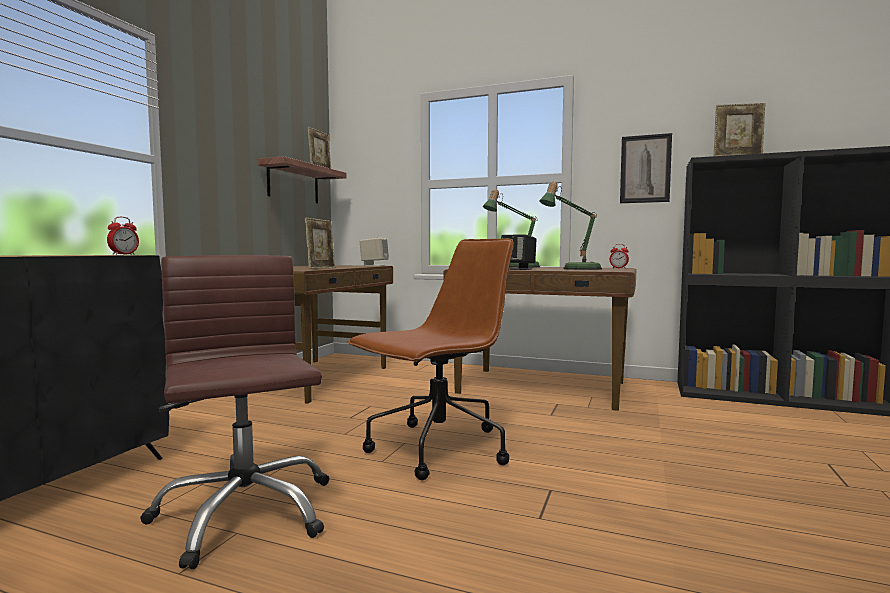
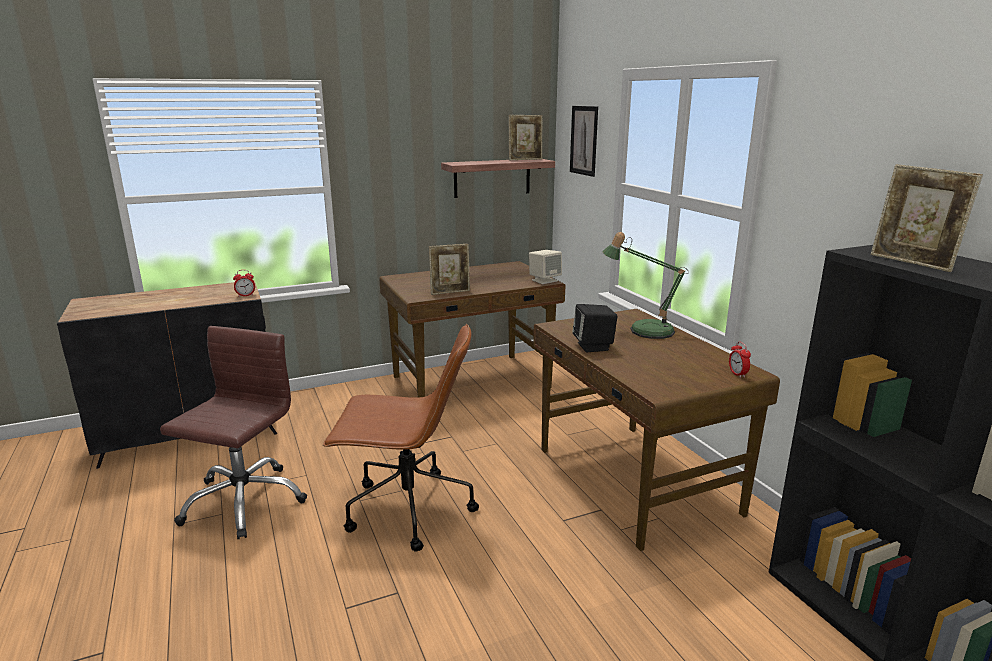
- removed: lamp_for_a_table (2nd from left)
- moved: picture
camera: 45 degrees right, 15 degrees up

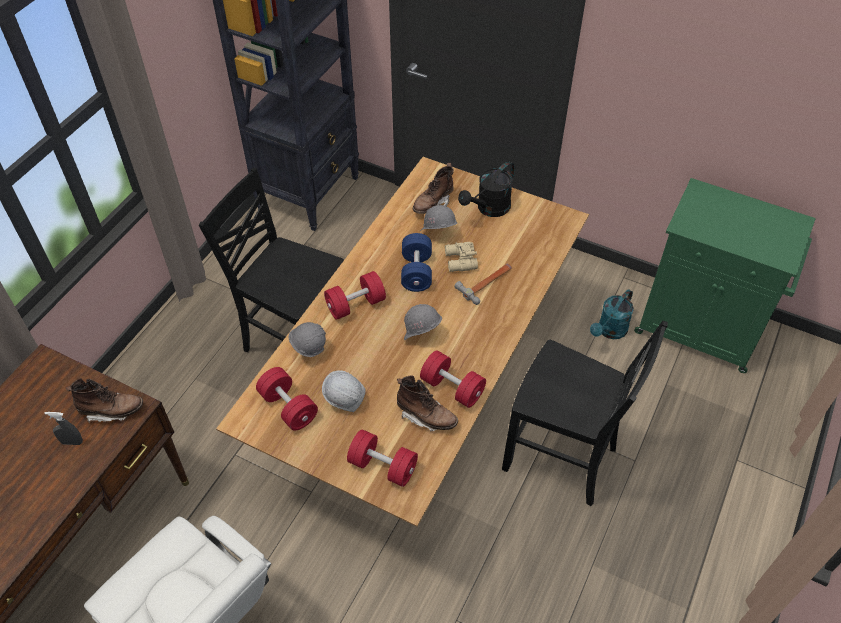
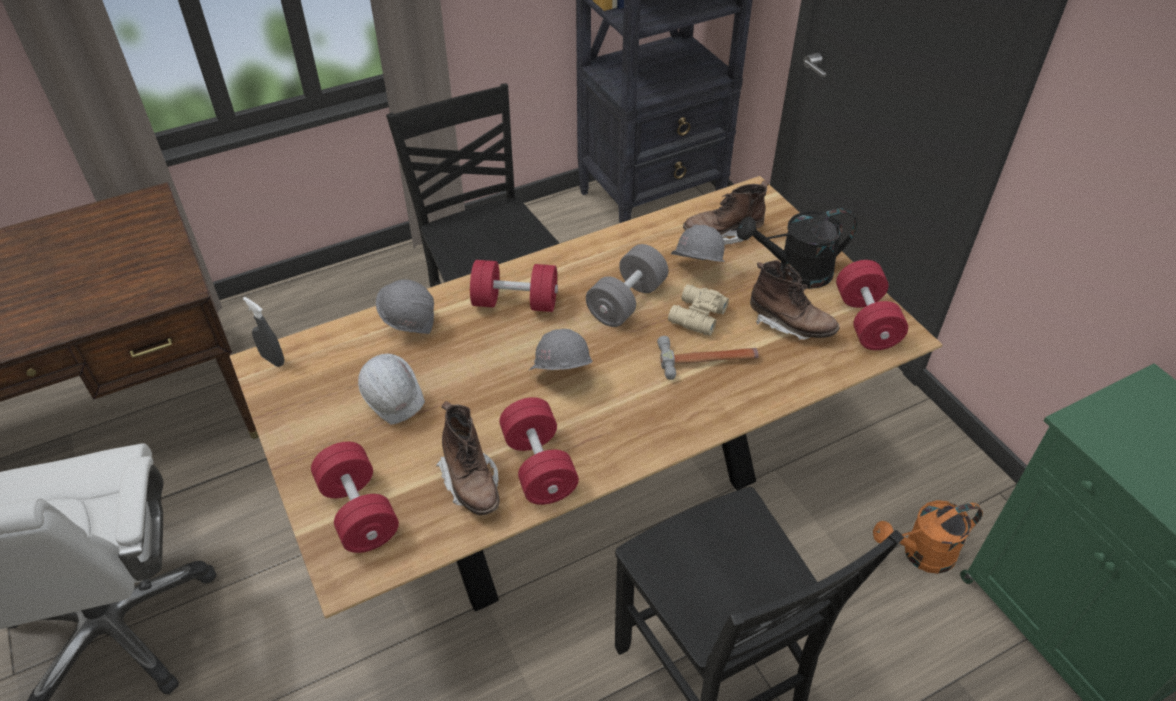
- moved: greyish_spray_bottle
- moved: brown_boot (1st from left in the first image) to brown_boot (3rd from left)
- moved: reddish_free_weight (1st from left in the first image) to reddish_free_weight (4th from left)
- recoloured: blue_free_weight to greyish_free_weight
- recoloured: turquoise-coloured_sprinkling_can to orange_sprinkling_can
camera: 35 degrees right, 5 degrees down

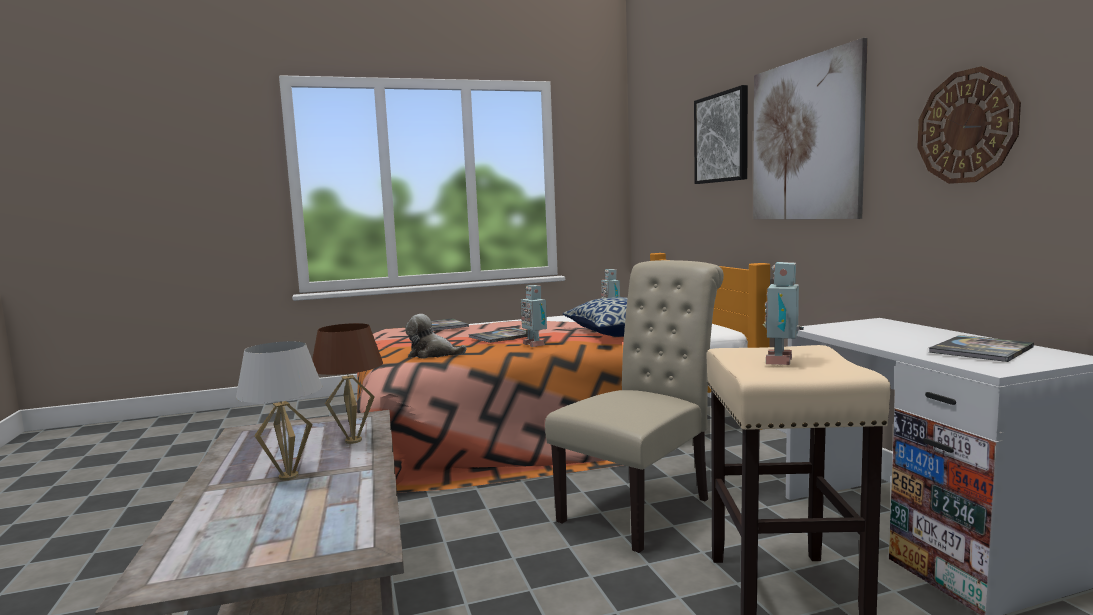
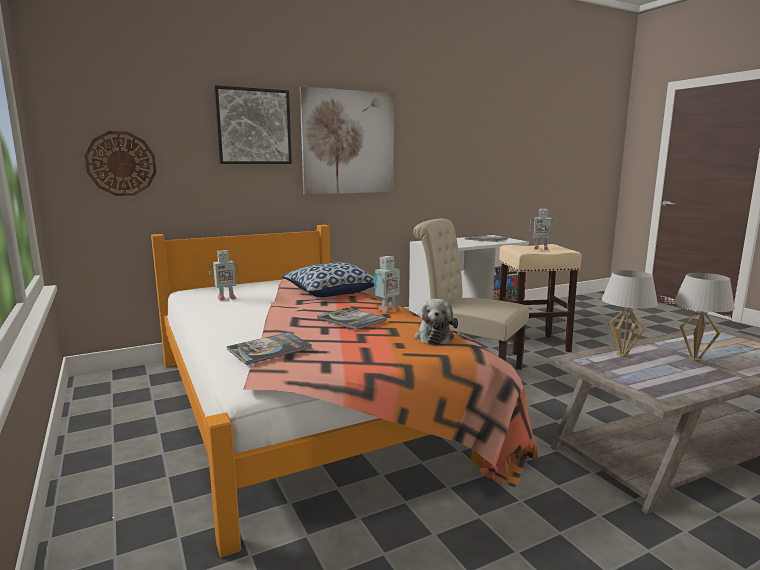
- moved: hanging_clock
- recoloured: brown_lamp_for_a_table to white_lamp_for_a_table (1st from left)
camera: 100 degrees left, 5 degrees up

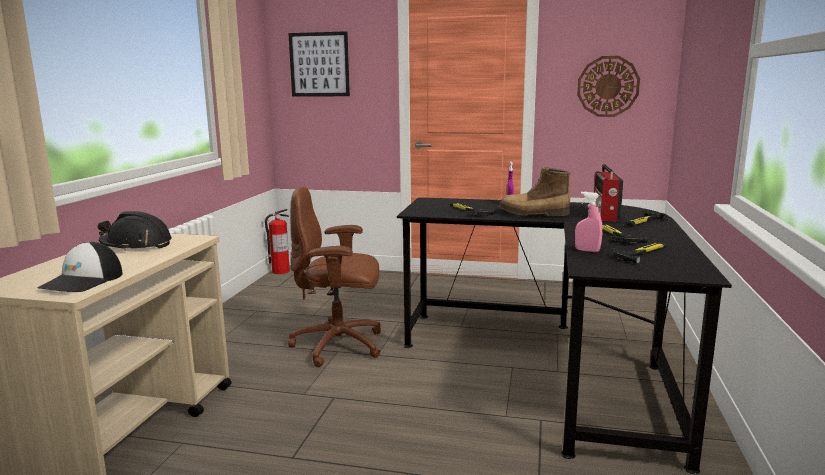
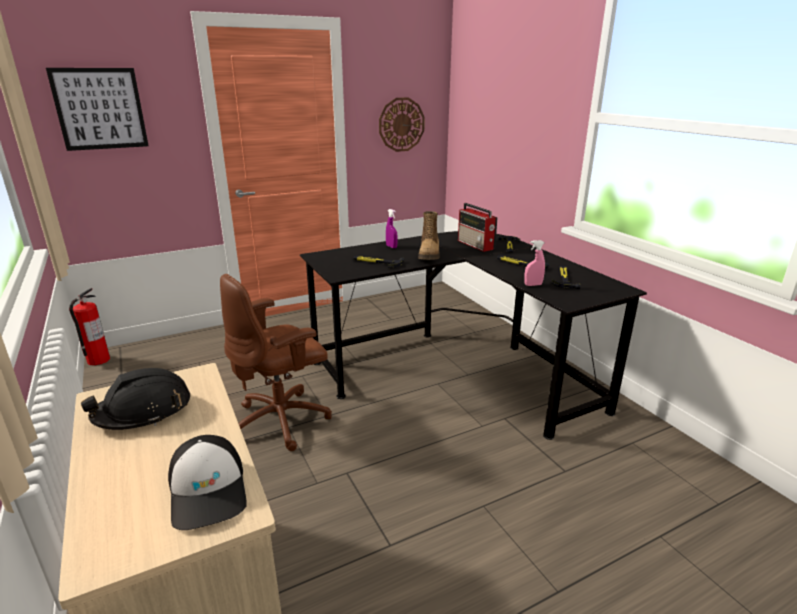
- turned: boot 60 degrees counterclockwise
camera: 40 degrees left, 10 degrees up

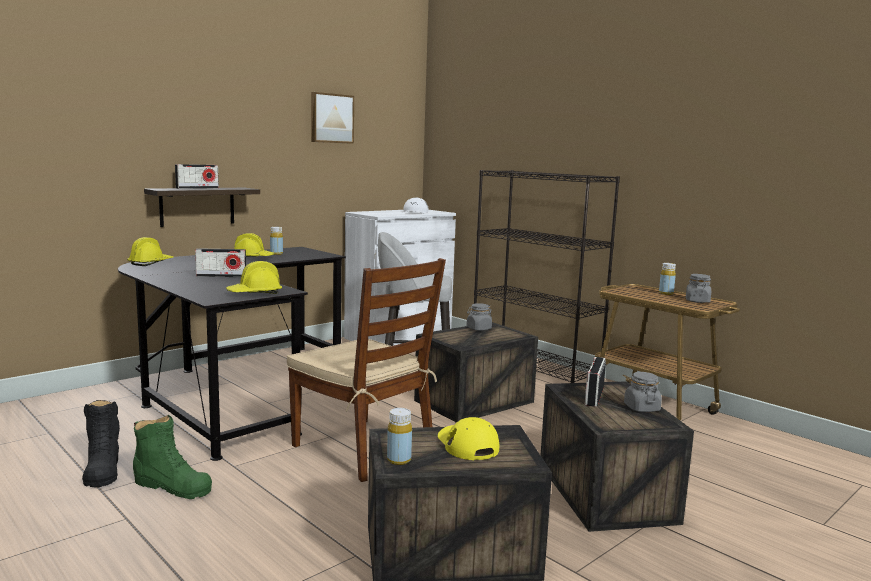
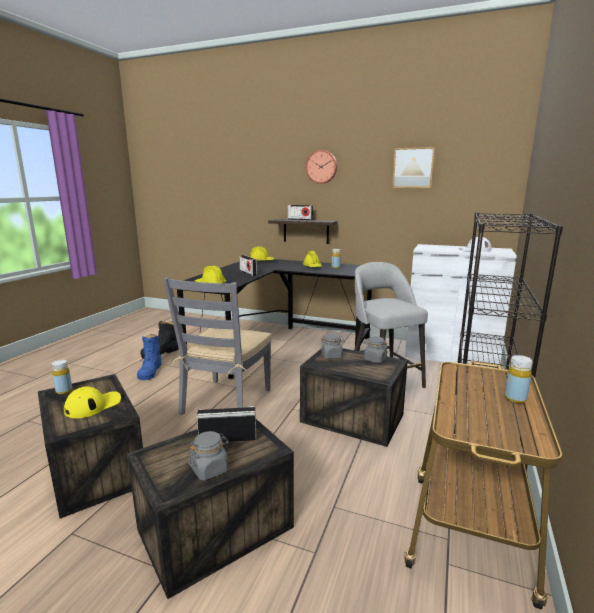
- added: hanging_clock
- moved: greyish_preserve_jar (3rd from left in the first image) to greyish_preserve_jar (2nd from left)
- recoloured: greenish_boot to blue_boot
- recoloured: brown_plain_chair to greyish_plain_chair
camera: 65 degrees right, 5 degrees up

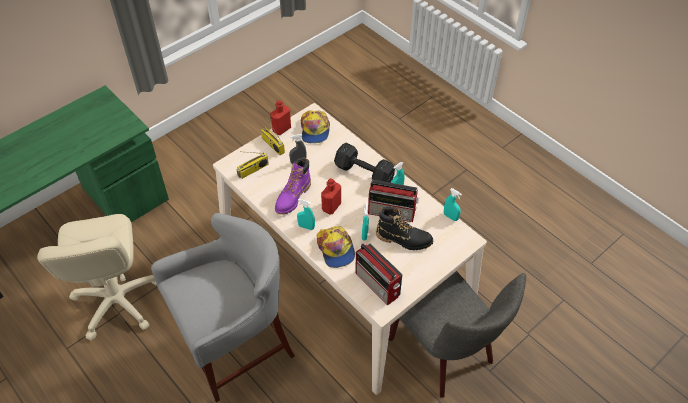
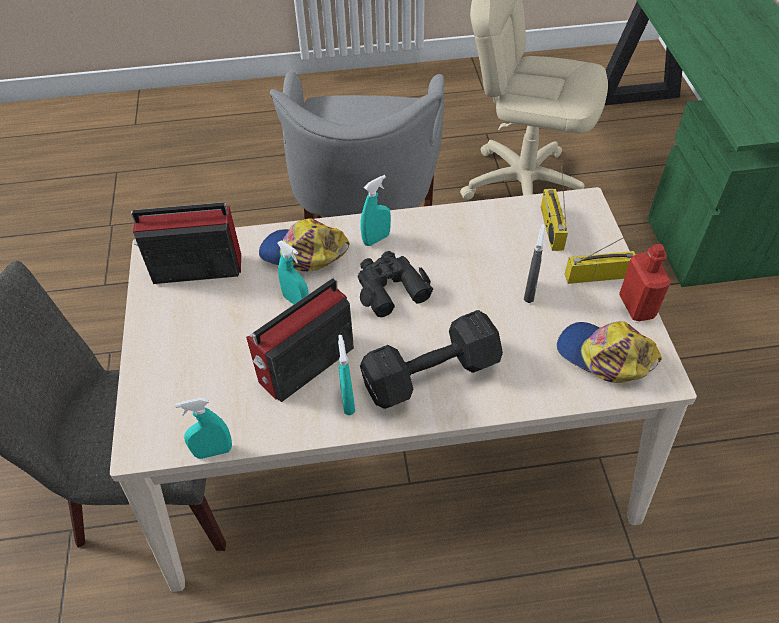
- removed: purple_boot
- removed: black-coloured_boot
- replaced: reddish_drink_bottle (2nd from left) to black-coloured_field_glasses
camera: 125 degrees right, 0 degrees up

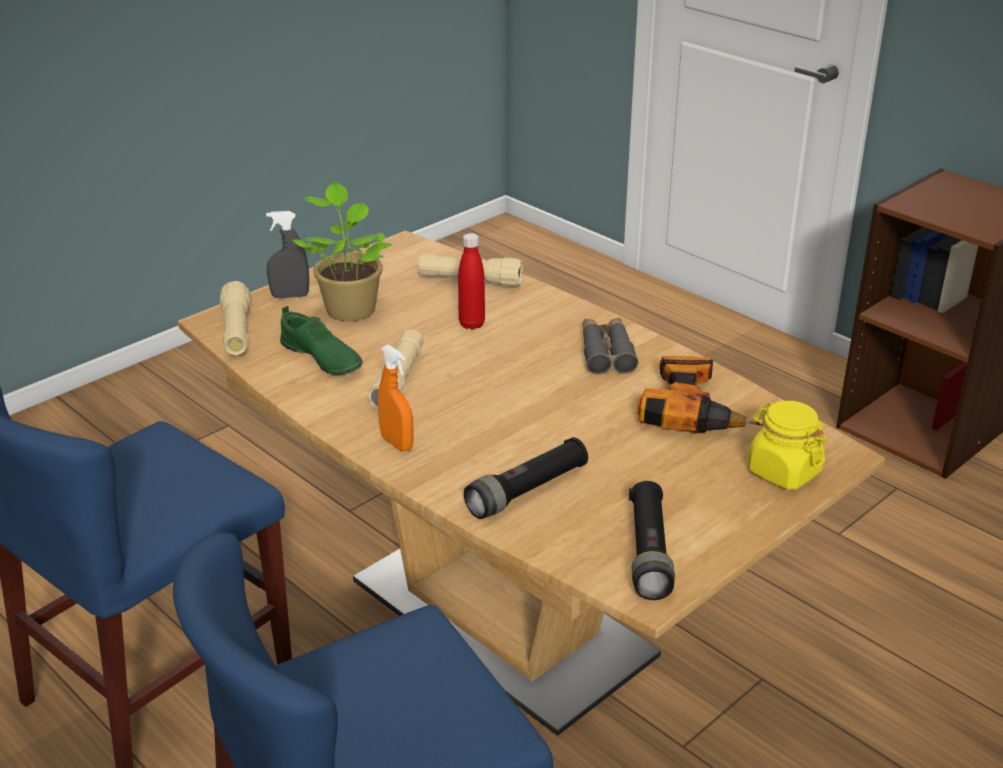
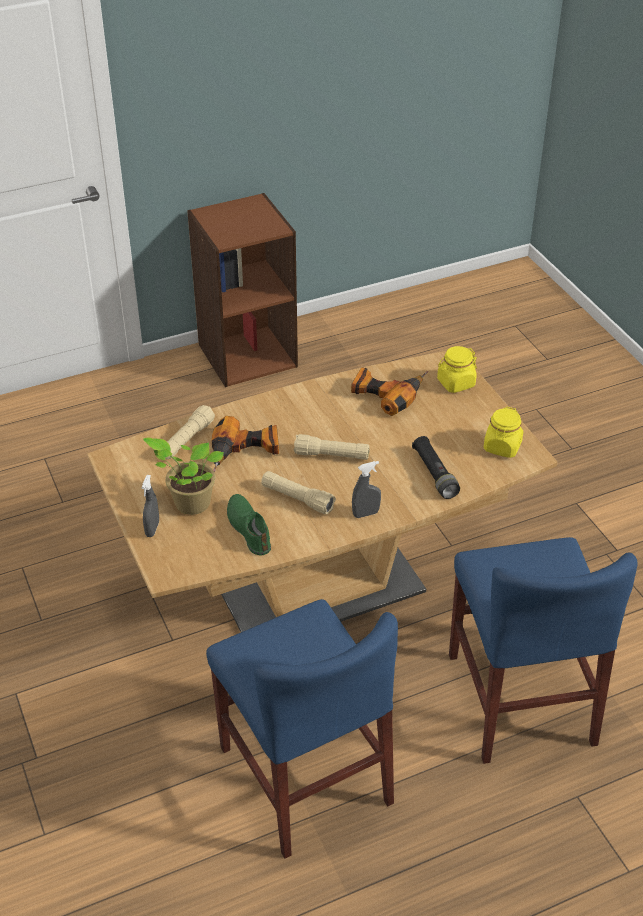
- removed: greyish_field_glasses
- moved: beige-coloured_hand_torch (1st from left in the first image) to beige-coloured_hand_torch (3rd from left)
- replaced: reddish_drink_bottle to electric_drill (1st from left)
- replaced: black-coloured_hand_torch (2nd from left) to yellow_preserve_jar (2nd from left)
- recoloured: orange_spray_bottle to greyish_spray_bottle (2nd from left)
- turned: greenish_item_of_footwear 90 degrees counterclockwise
camera: 70 degrees left, 10 degrees up

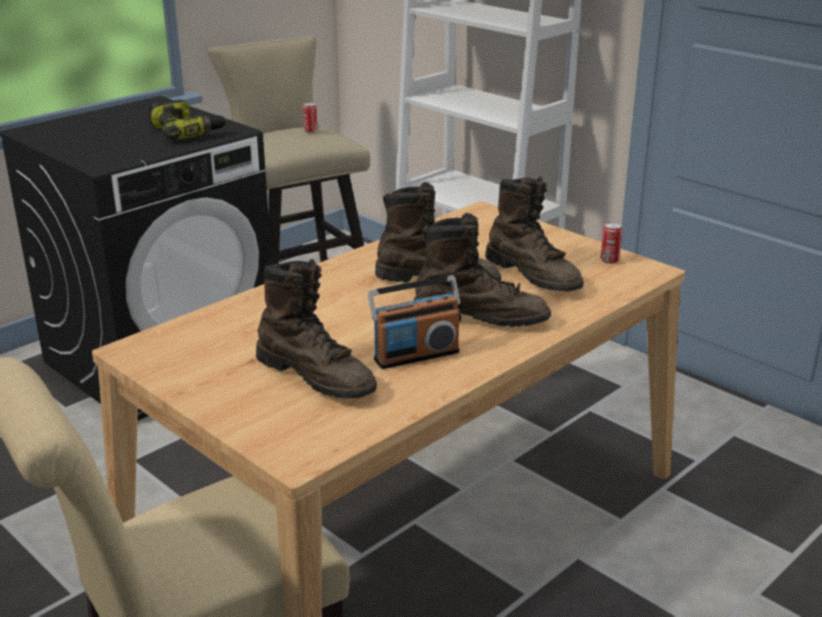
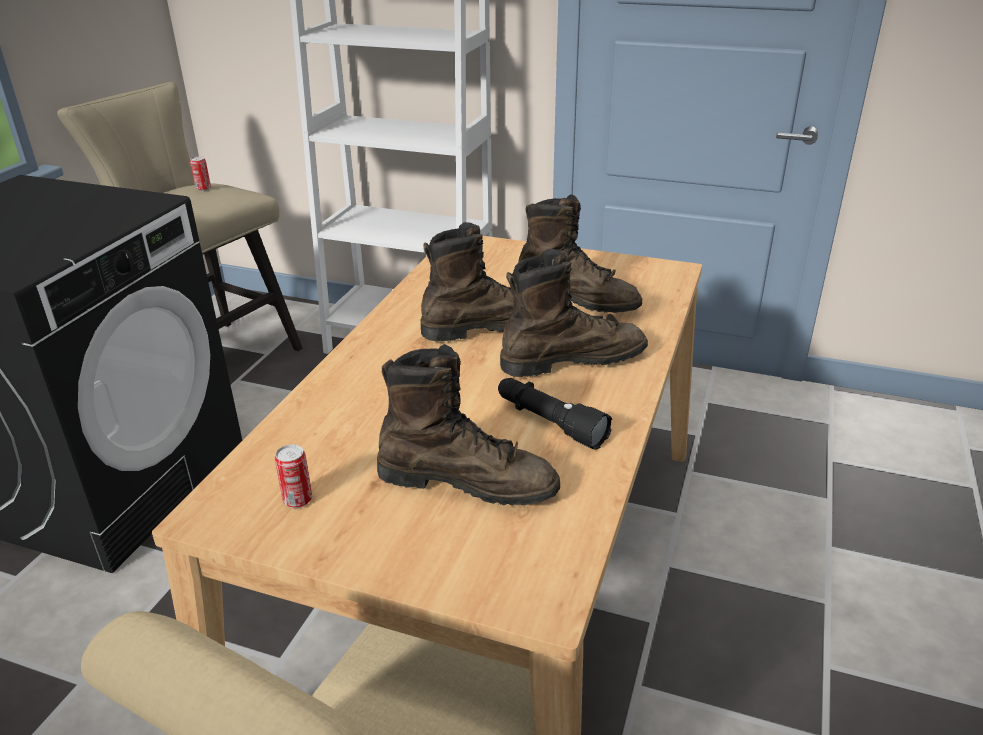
- removed: electric_drill
- moved: metal_can (2nd from left)
- replaced: radio_receiver to black-coloured_hand_torch
camera: 25 degrees left, 5 degrees up

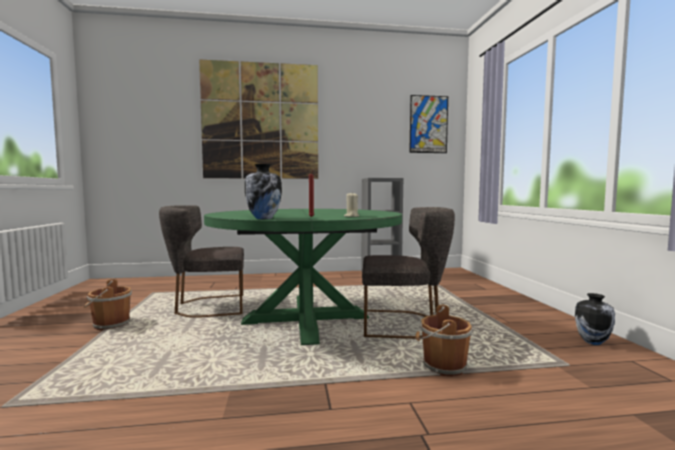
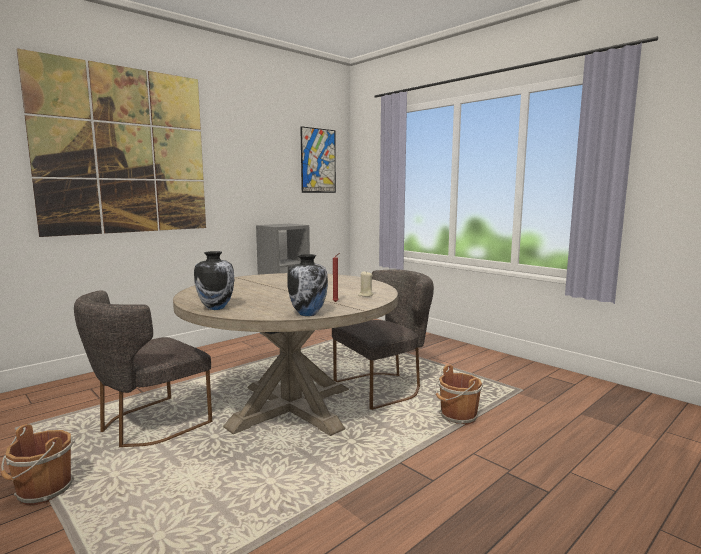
- moved: vase (2nd from left in the first image) to vase (1st from left)
- recoloured: greenish_dining_table to beige-coloured_dining_table
camera: 35 degrees left, 5 degrees up

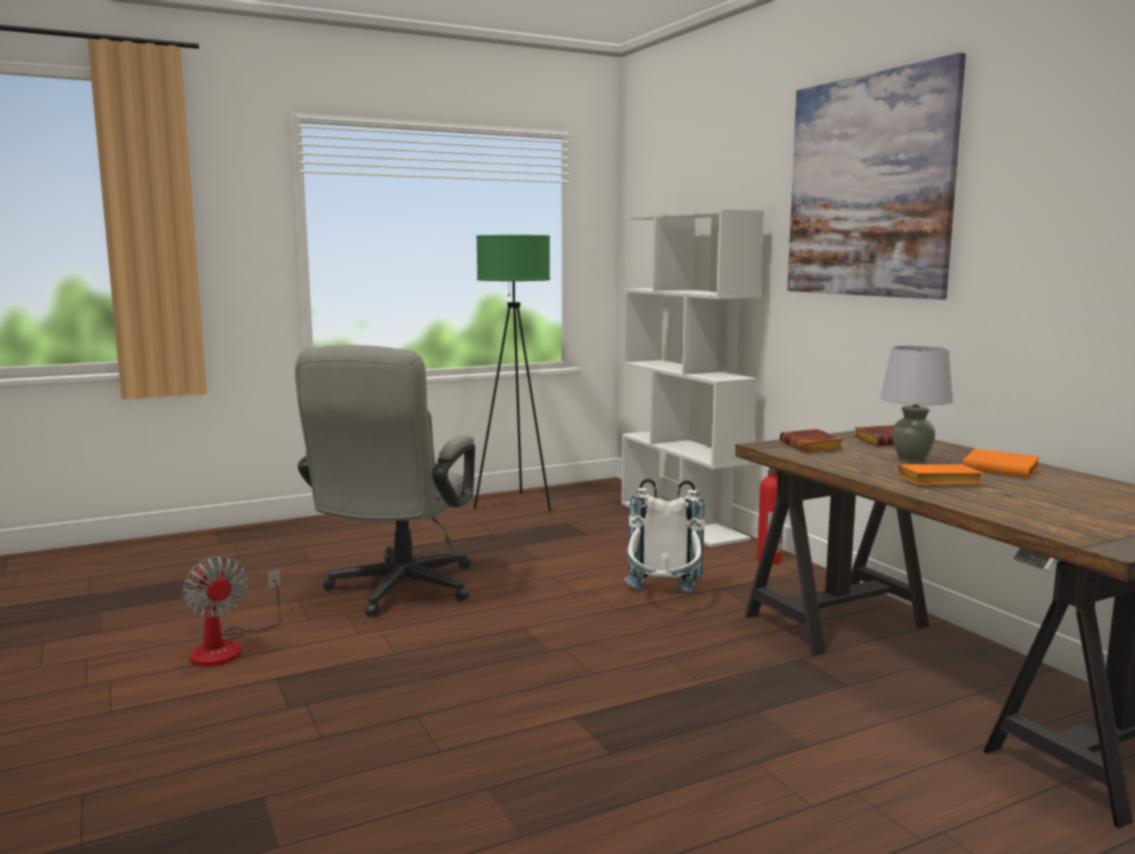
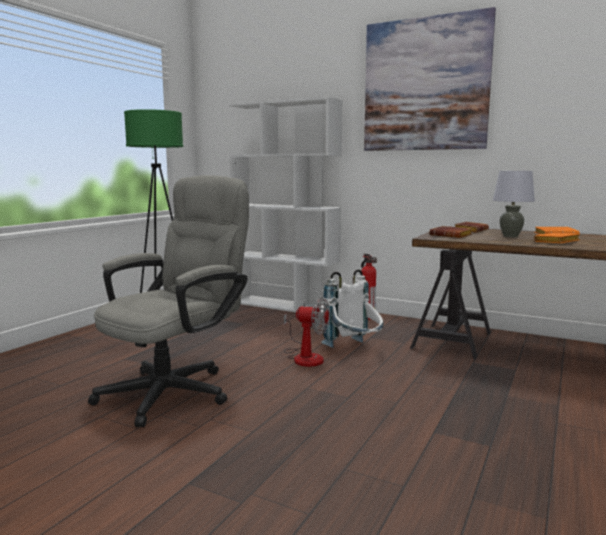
- moved: electric_fan
- turned: greyish_office_chair 120 degrees counterclockwise
camera: 35 degrees left, 0 degrees up

